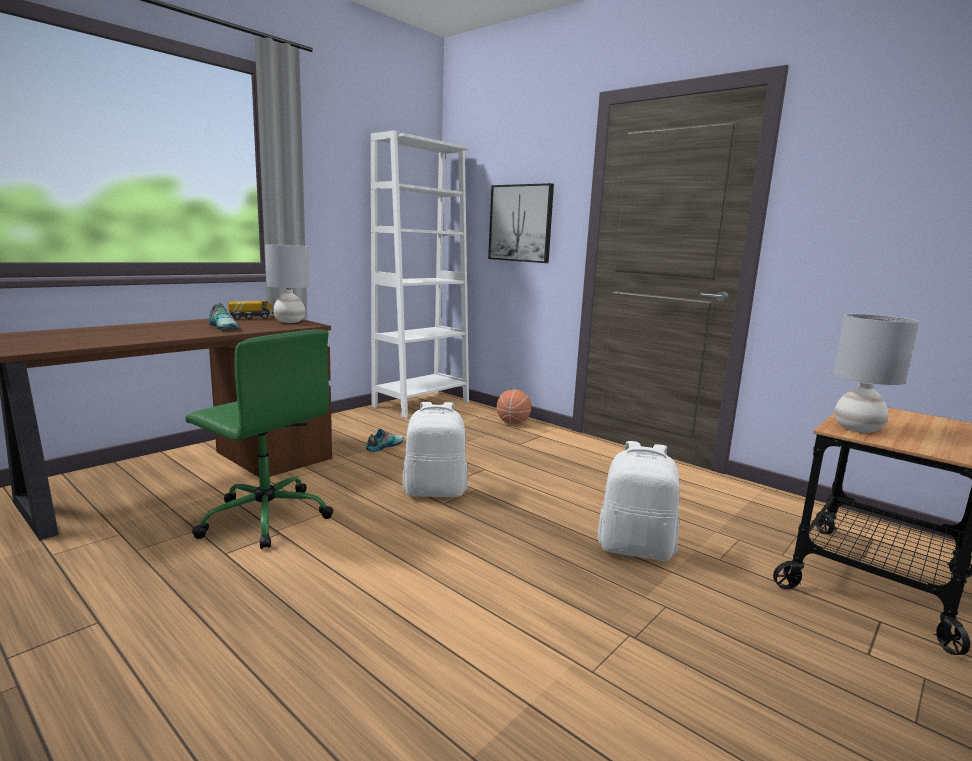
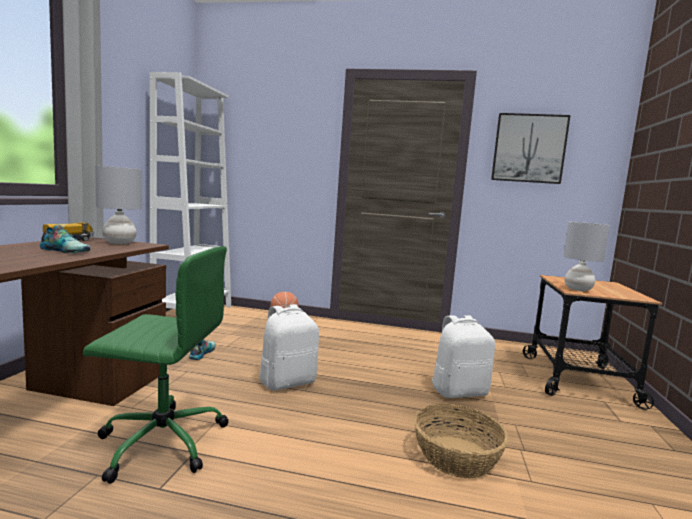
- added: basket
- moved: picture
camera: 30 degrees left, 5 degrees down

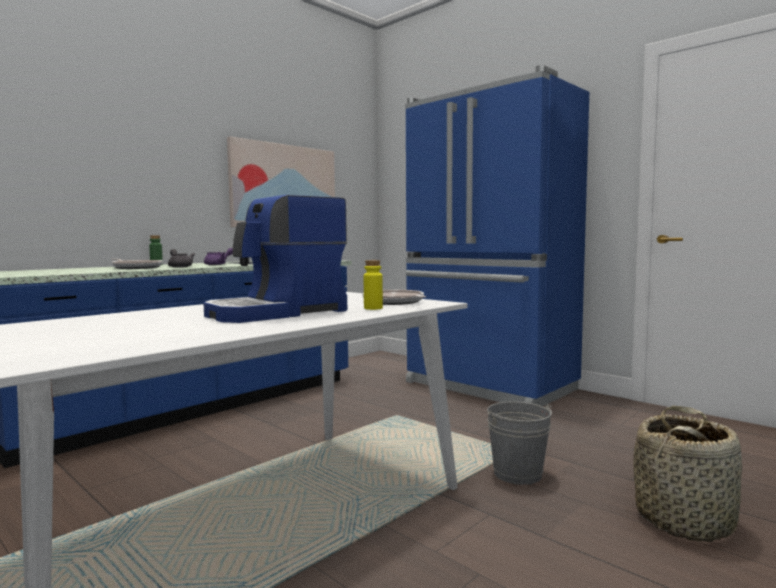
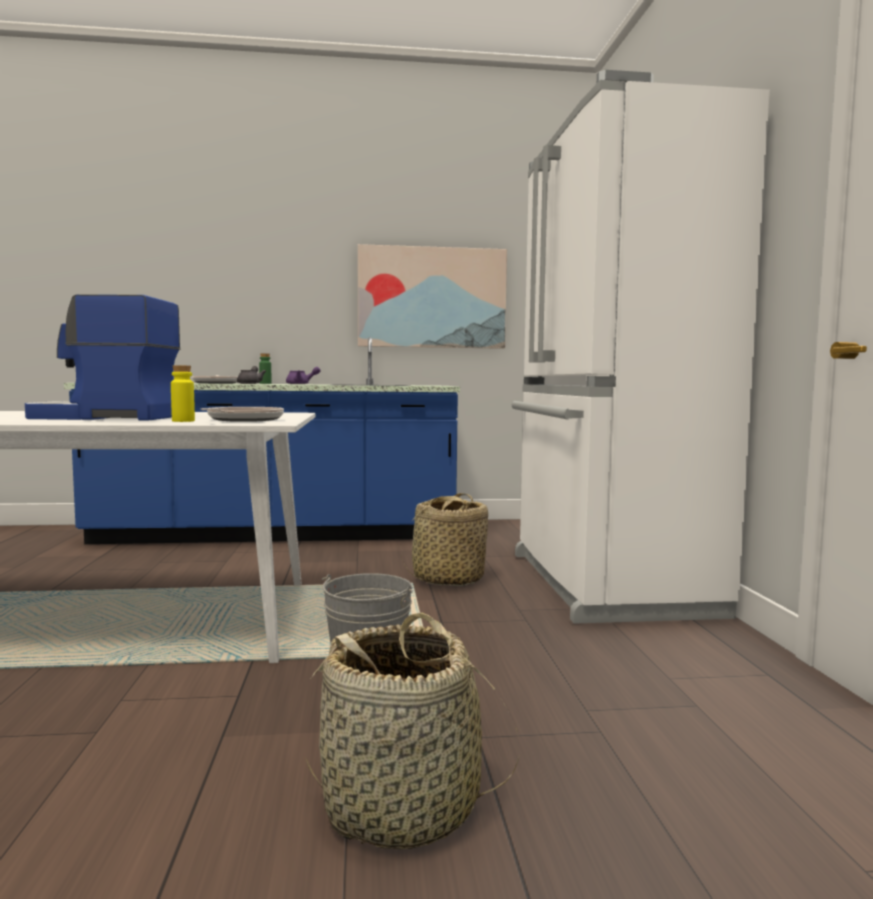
- added: basket (2nd from left)
- recoloured: blue_fridge to white_fridge
camera: 40 degrees right, 0 degrees up

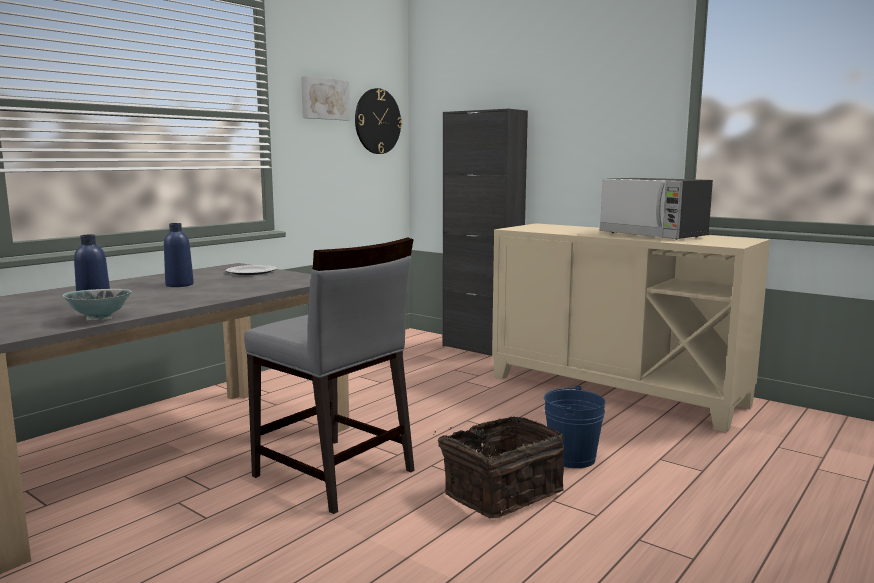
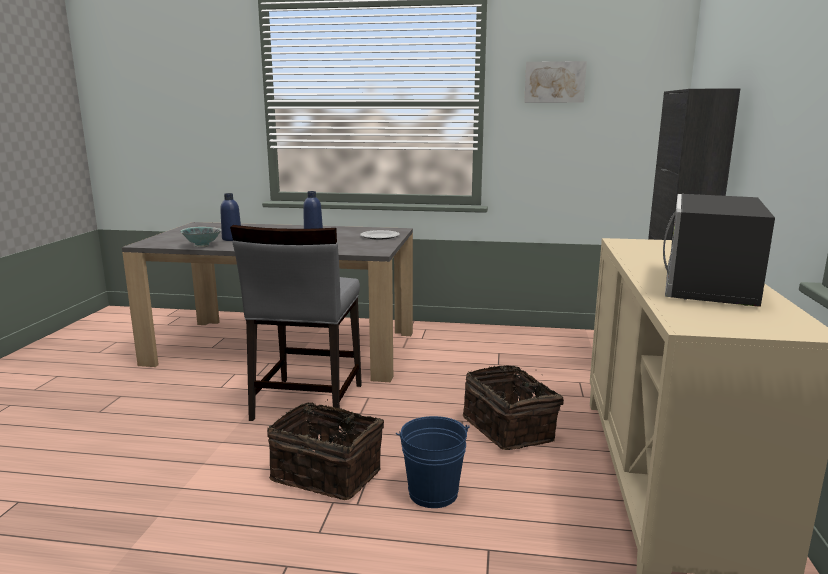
- removed: hanging_clock
- added: basket (2nd from left)
camera: 60 degrees right, 5 degrees up

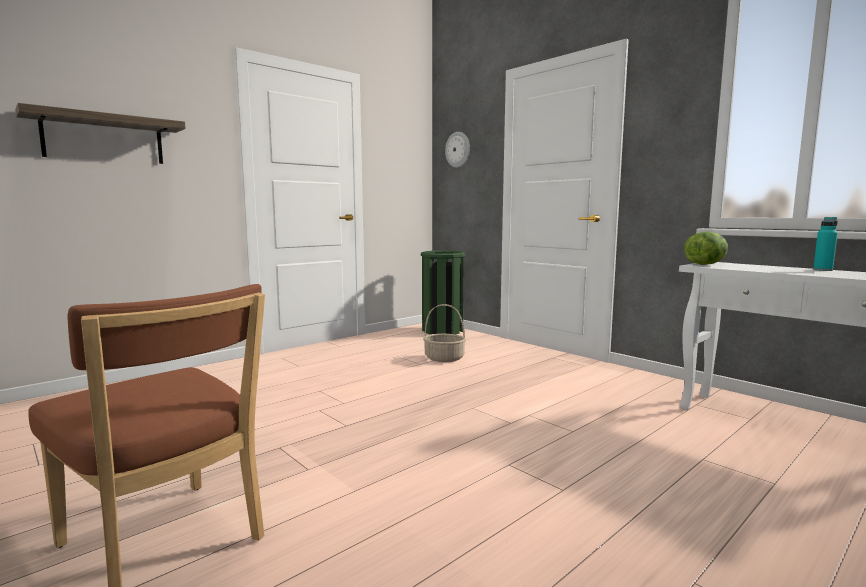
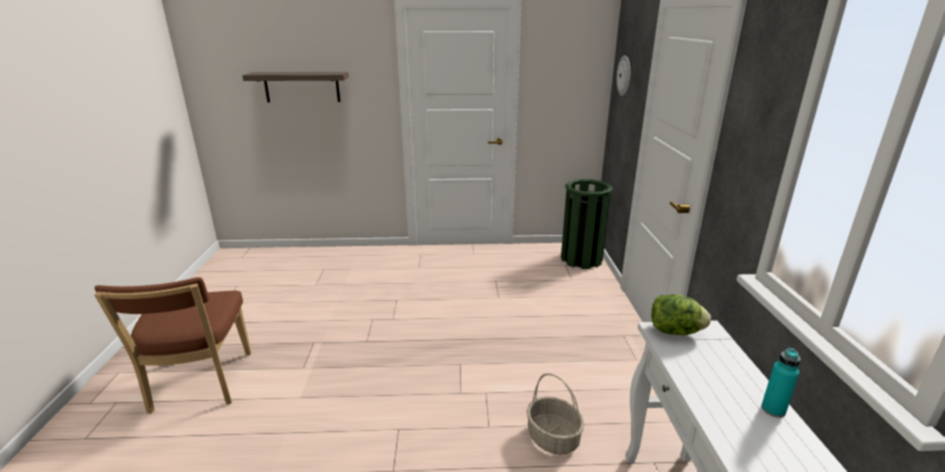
- moved: basket
camera: 40 degrees right, 15 degrees up

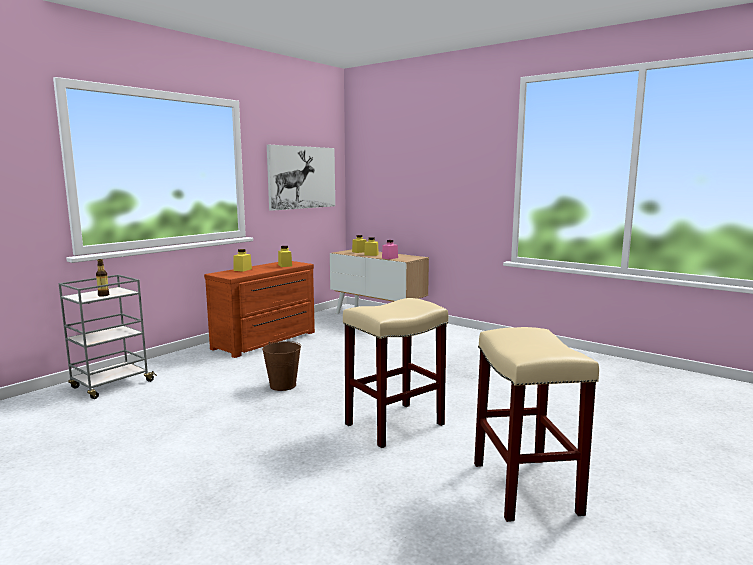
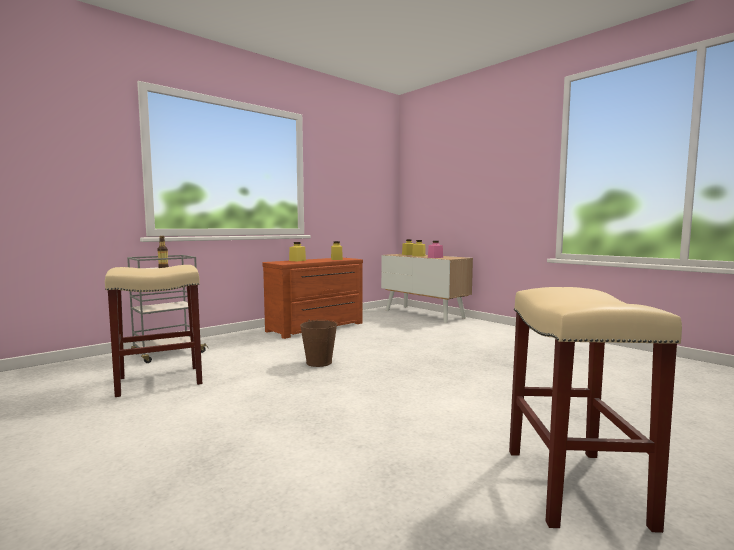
- removed: picture
- moved: beige-coloured_stool_seat (1st from left)
camera: 10 degrees right, 5 degrees down

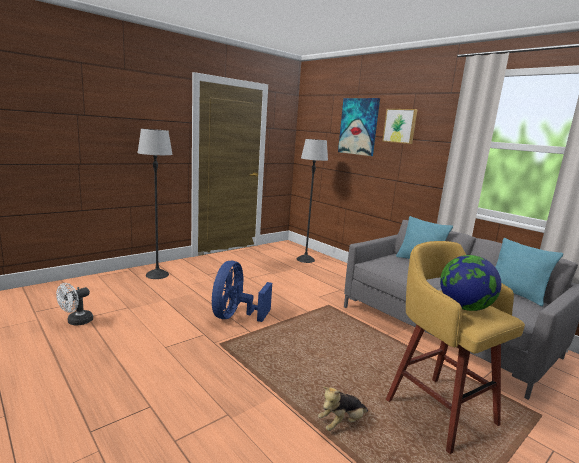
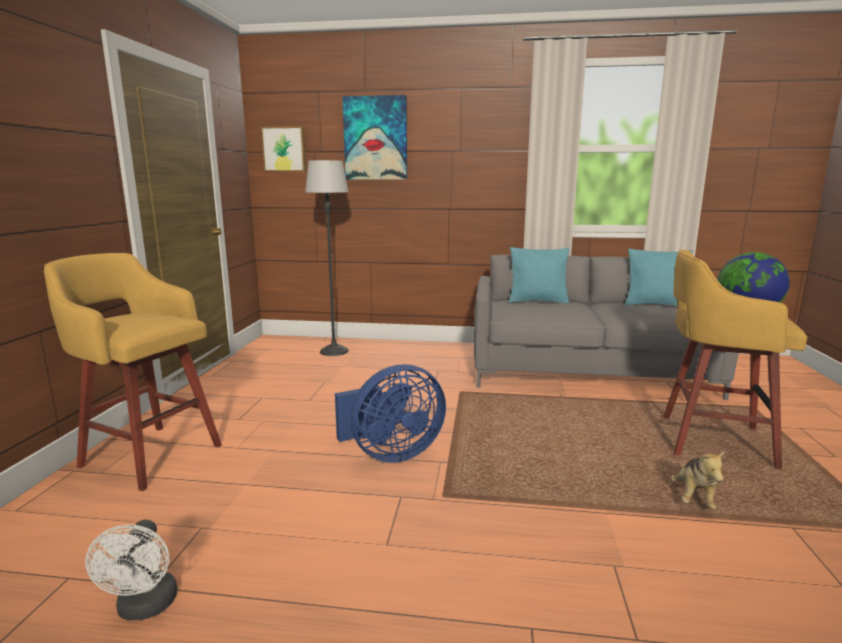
- moved: picture (2nd from left in the first image) to picture (1st from left)
- replaced: floor_lamp (1st from left) to yellow_stool_seat (1st from left)
- turned: blue_electric_fan 90 degrees counterclockwise
camera: 40 degrees left, 0 degrees up

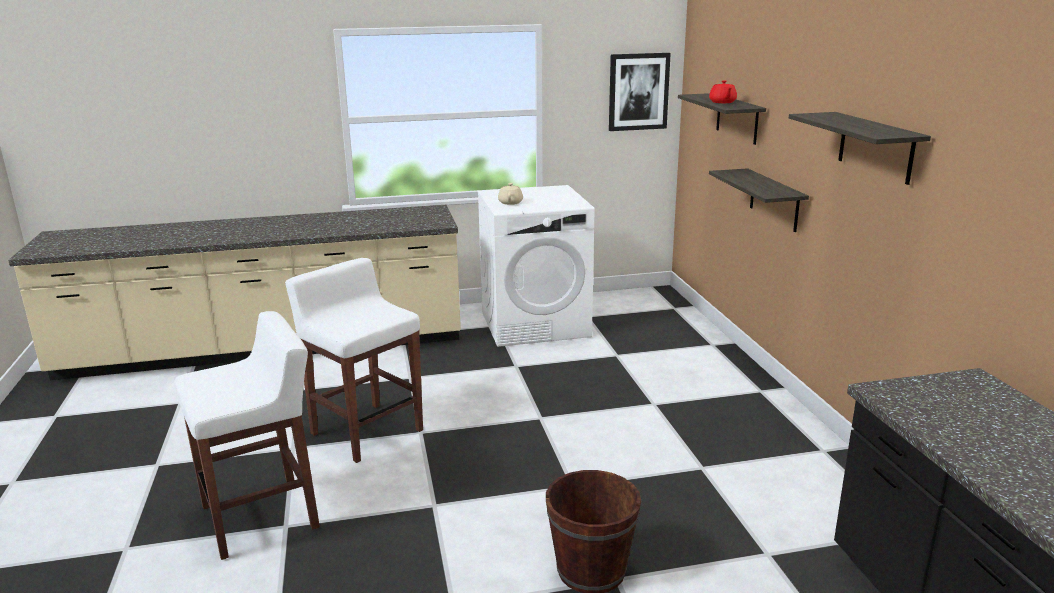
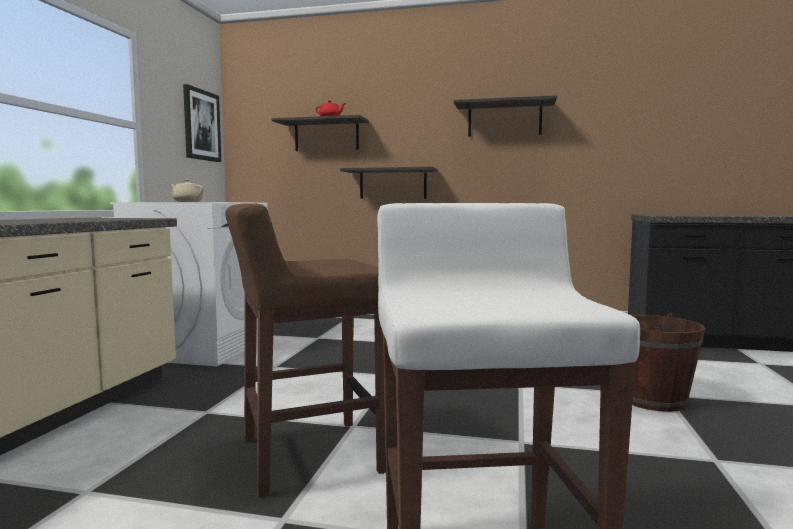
- recoloured: white_stool_seat (2nd from left) to brown_stool_seat
camera: 65 degrees left, 15 degrees down

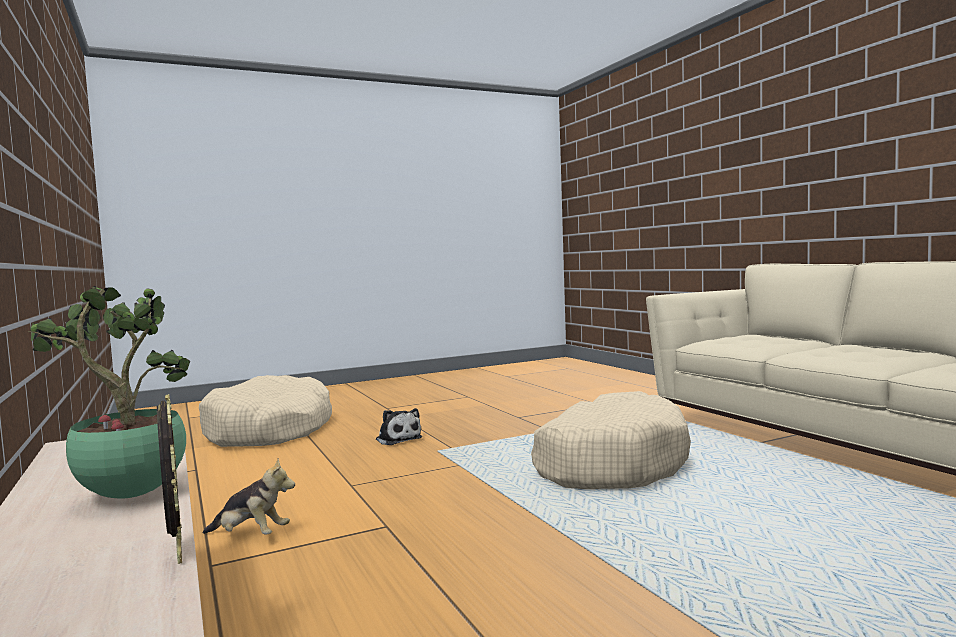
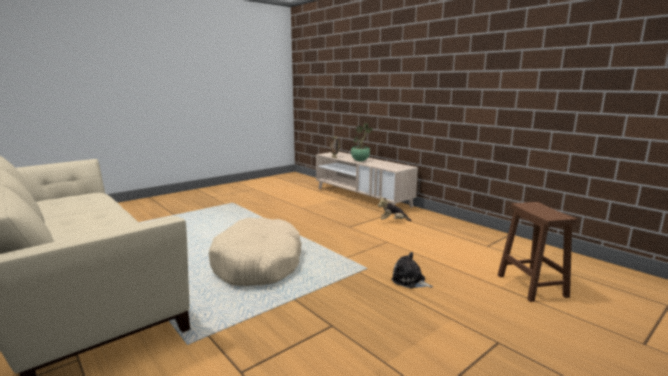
- replaced: beige-coloured_pet_bed (1st from left) to brown_stool_seat
camera: 165 degrees right, 10 degrees up

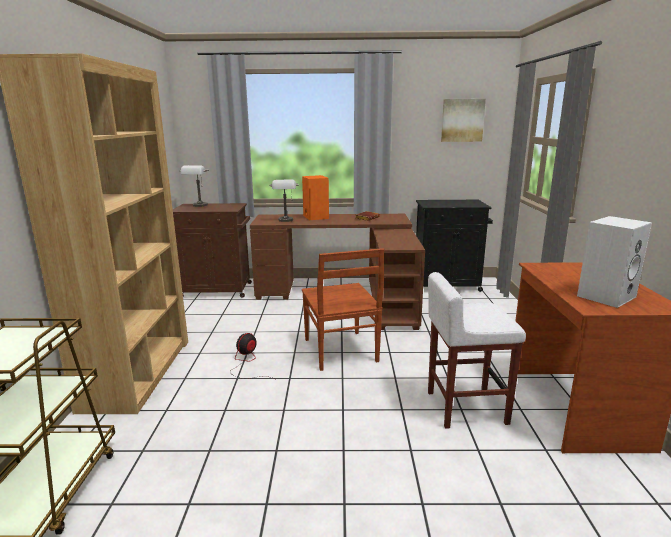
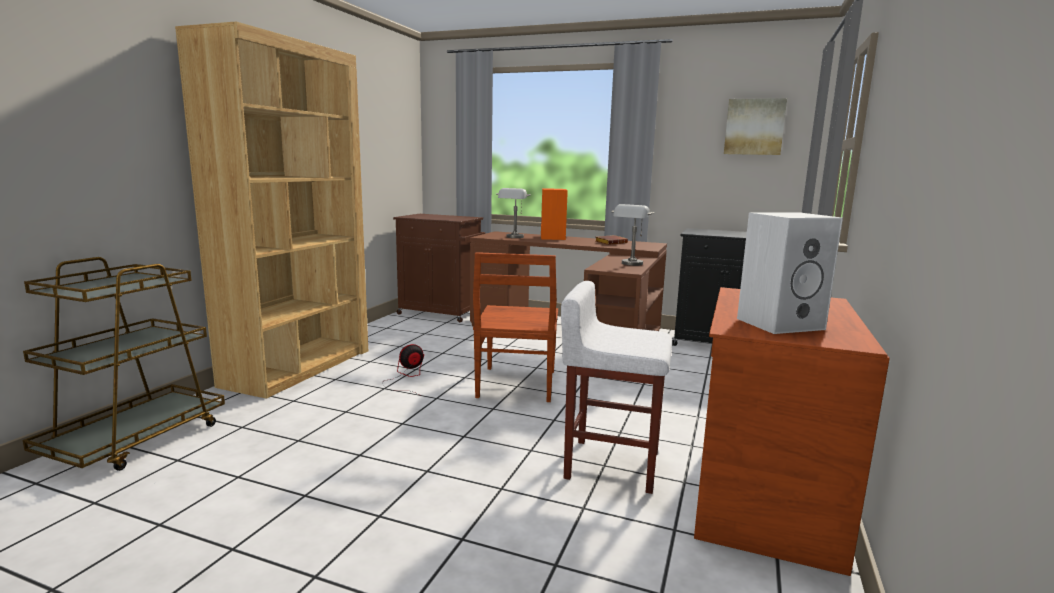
- moved: greyish_lamp_for_a_table (1st from left in the first image) to greyish_lamp_for_a_table (2nd from left)
camera: 20 degrees right, 5 degrees down

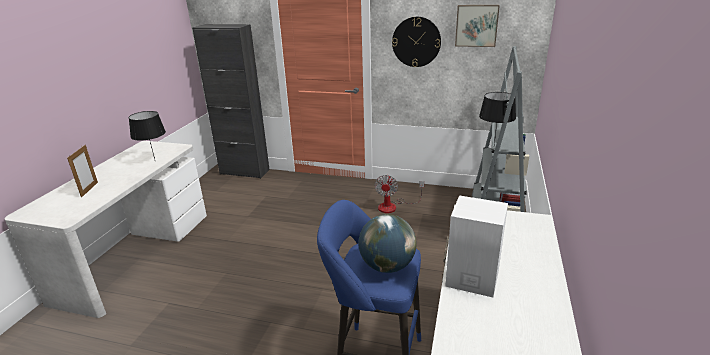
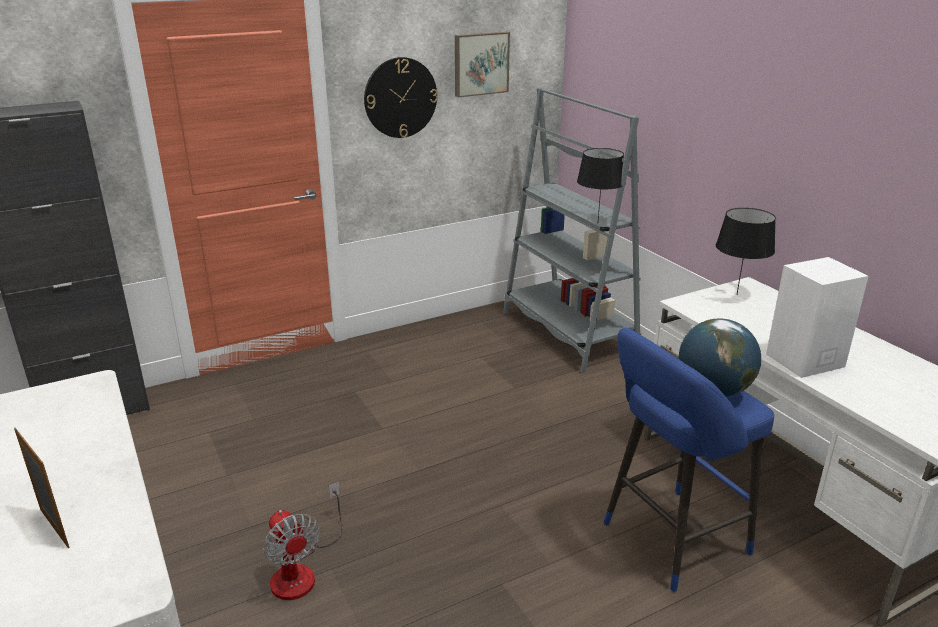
- moved: black-coloured_lamp_for_a_table (1st from left in the first image) to black-coloured_lamp_for_a_table (2nd from left)
- moved: electric_fan
camera: 45 degrees left, 0 degrees up

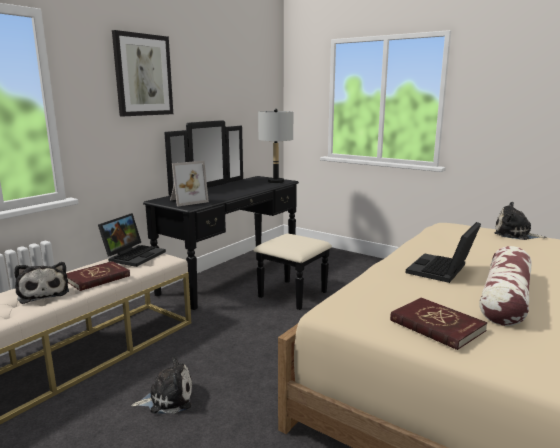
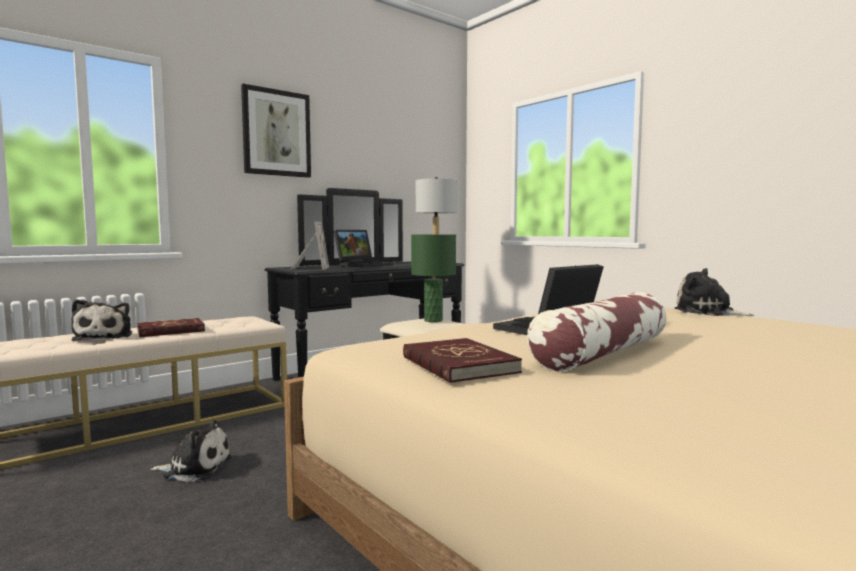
- added: greenish_lamp_for_a_table
- moved: laptop (1st from left)
- turned: standing_frame 75 degrees counterclockwise
camera: 15 degrees right, 10 degrees down

